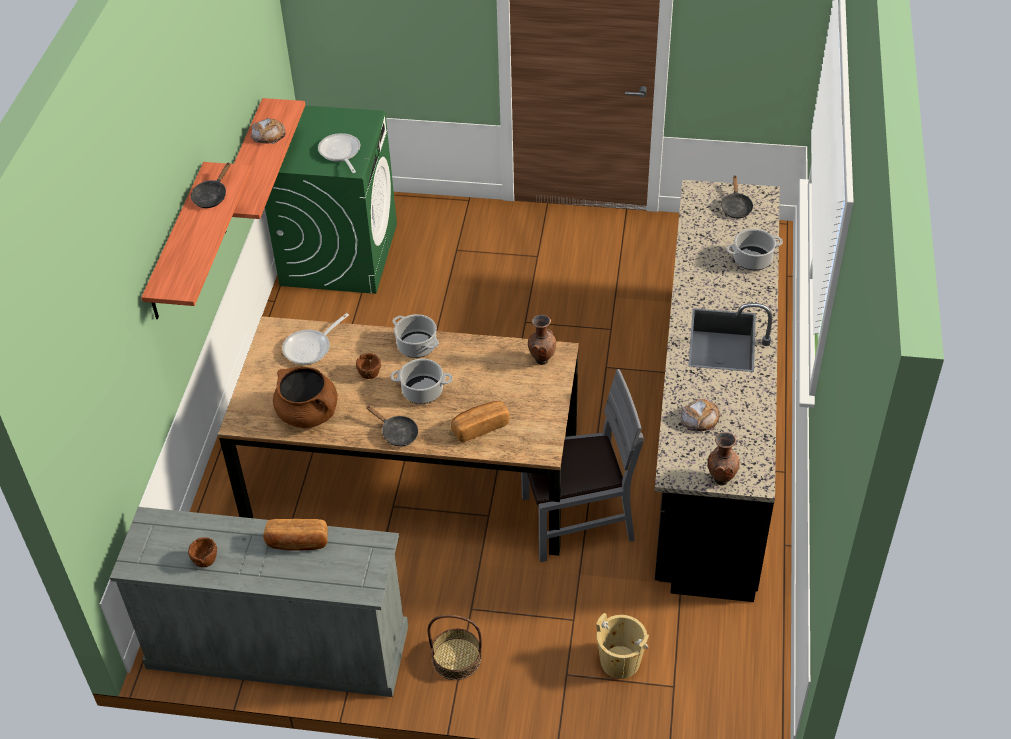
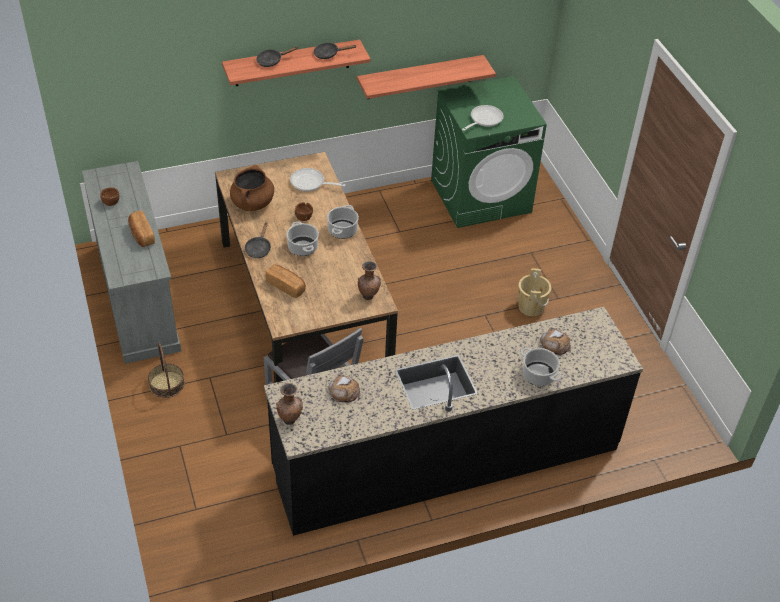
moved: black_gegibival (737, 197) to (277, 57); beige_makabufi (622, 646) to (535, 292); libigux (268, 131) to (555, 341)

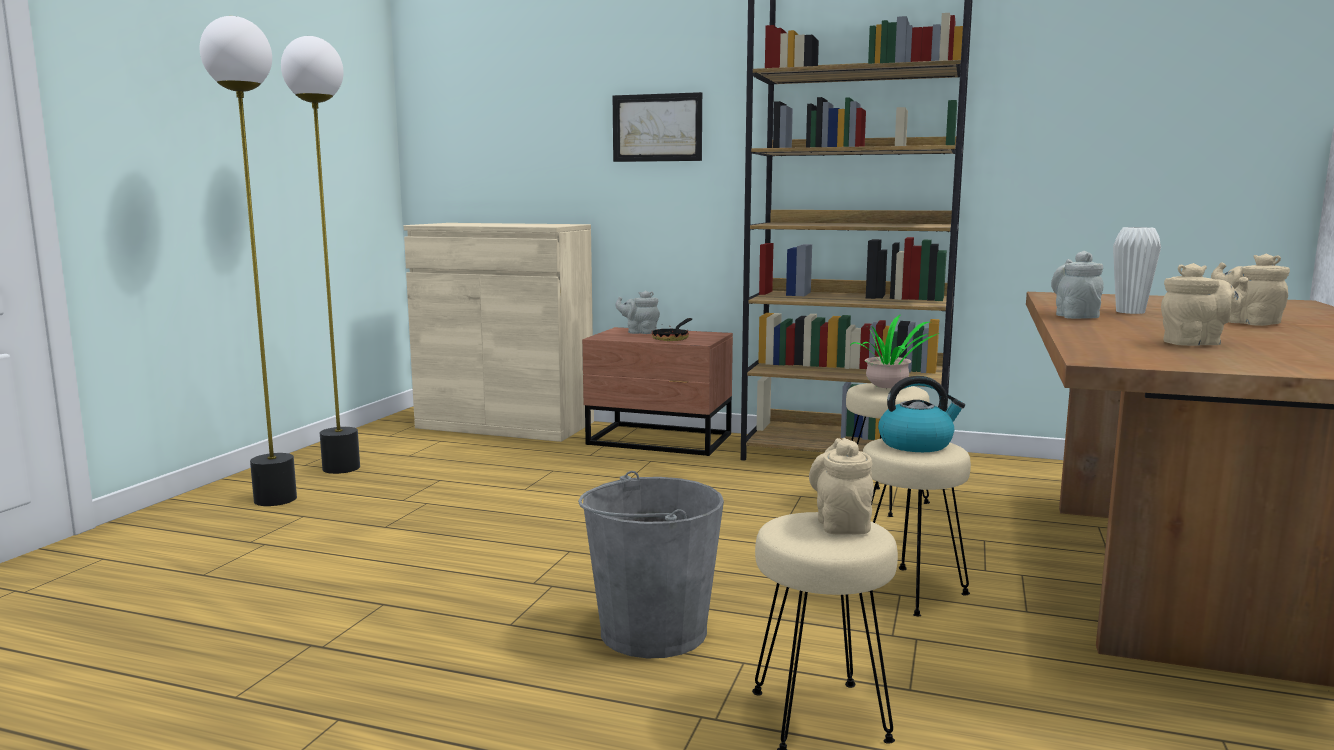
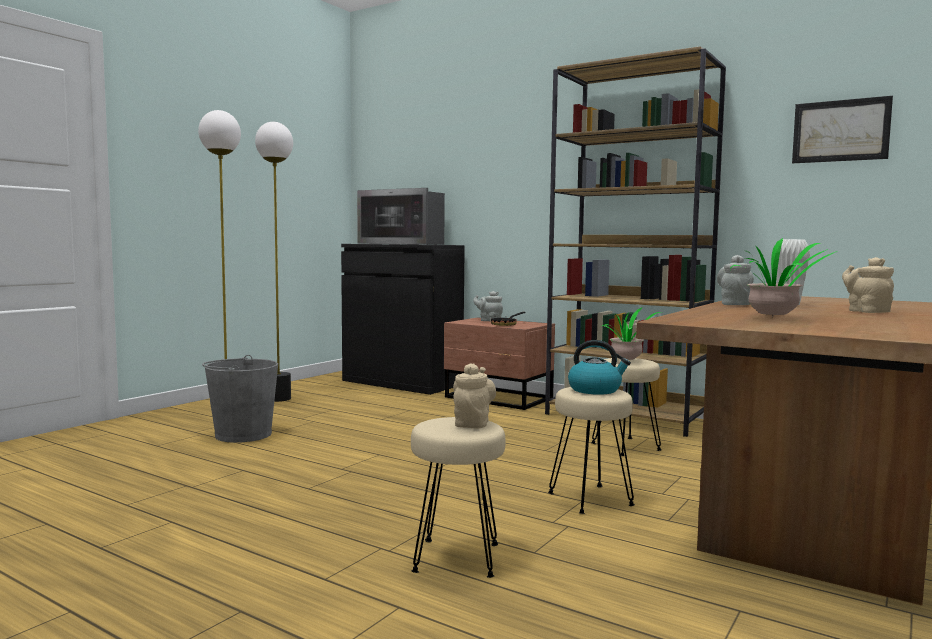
added: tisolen (401, 216)
moved: grey_makabufi (651, 564) to (240, 399); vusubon (657, 127) to (842, 129)
replaced: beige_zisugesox (1204, 304) to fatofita (783, 277)
recoloured: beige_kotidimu (499, 332) to black_kotidimu (403, 319)

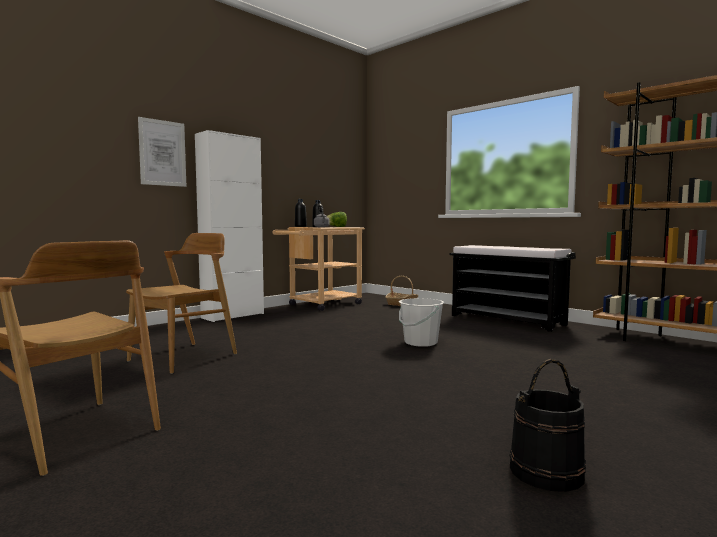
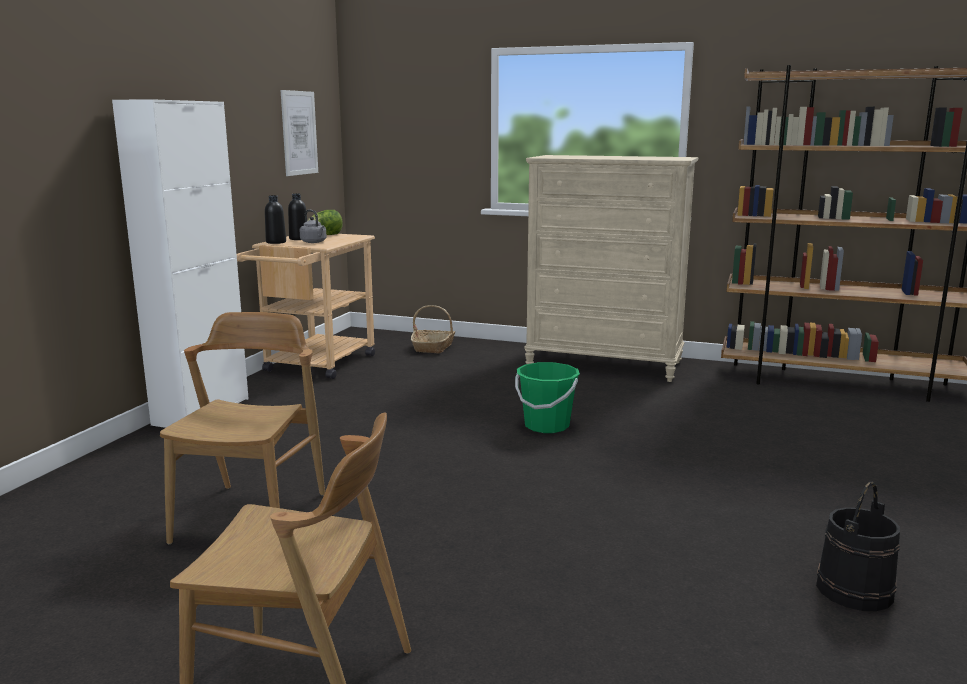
moved: vusubon (162, 152) to (299, 133)
replaced: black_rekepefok (512, 288) to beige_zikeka (611, 268)
recoloured: white_makabufi (422, 322) to green_makabufi (547, 397)

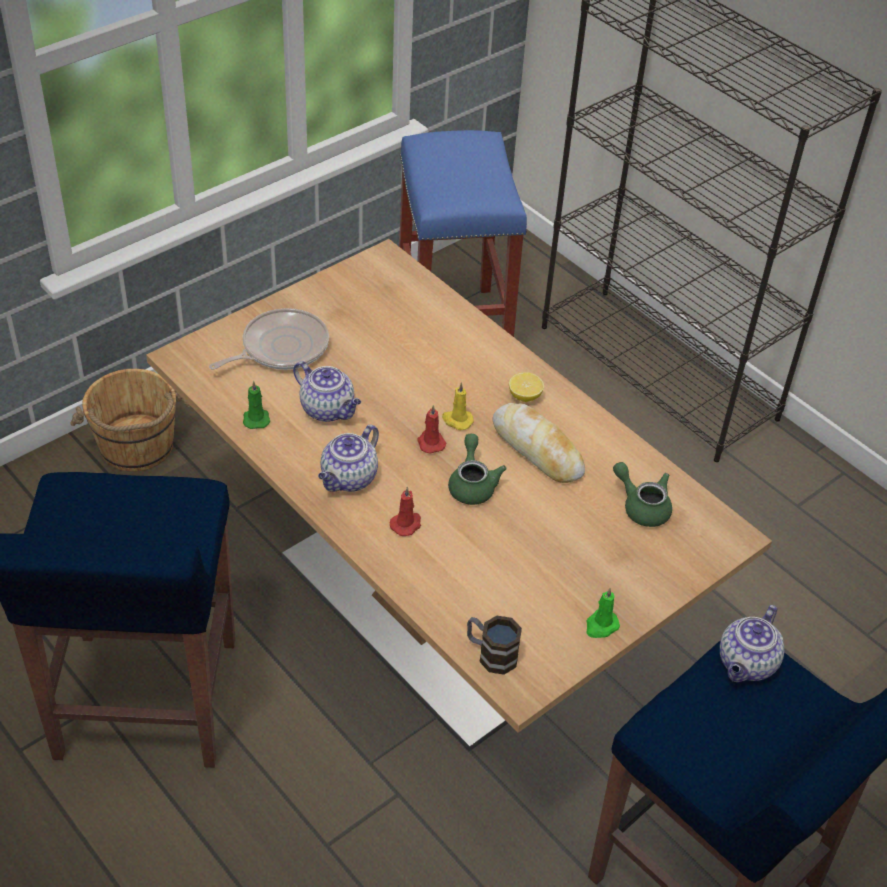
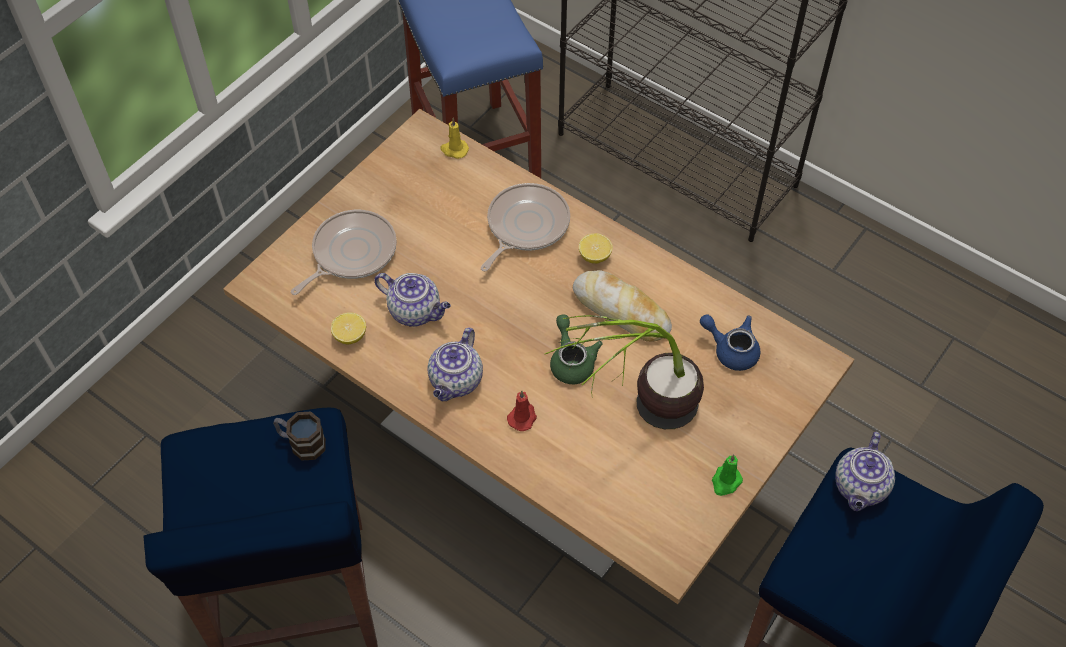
removed: brown_makabufi (130, 420); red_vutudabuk (432, 429)
added: gegibival (525, 227); fatofita (624, 372)
moved: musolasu (494, 645) to (299, 436); yellow_vutudabuk (458, 406) to (454, 138)
replaced: green_vutudabuk (256, 405) to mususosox (348, 328)
recoloured: green_zisugesox (642, 494) to blue_zisugesox (730, 343)

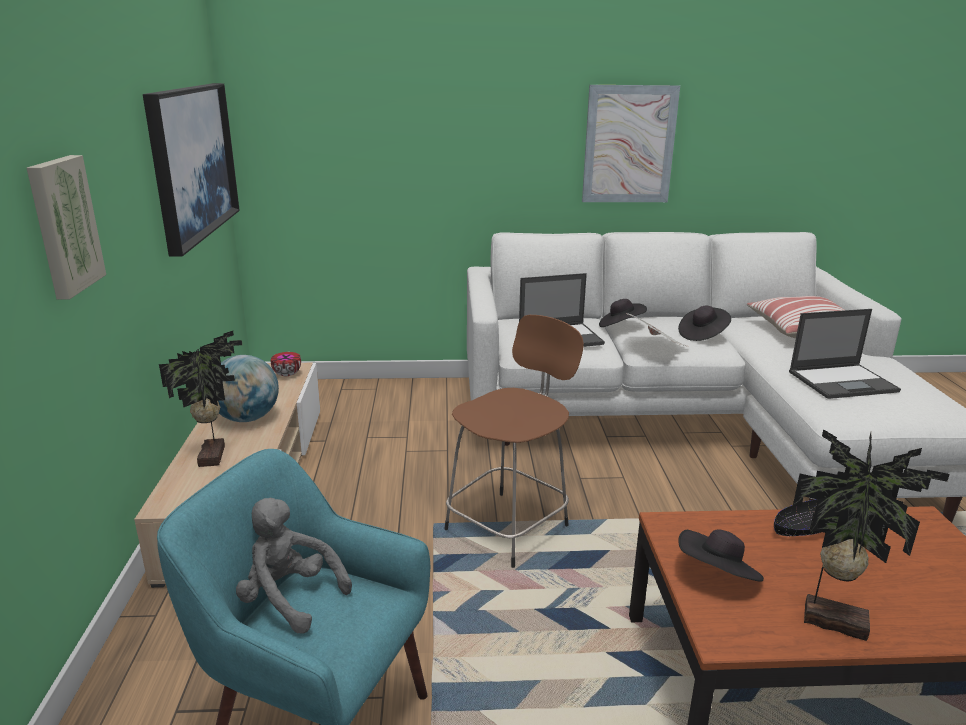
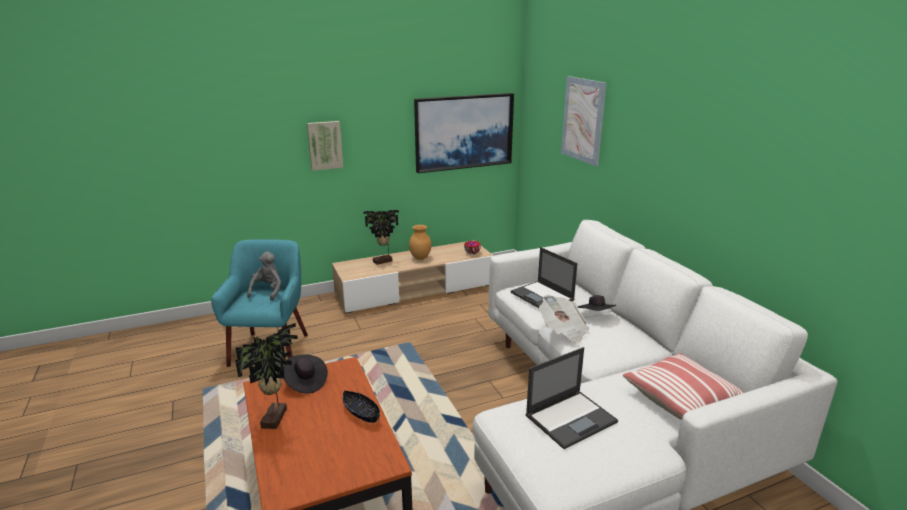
removed: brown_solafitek (514, 441); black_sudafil (704, 323)
moved: vusubon (631, 143) to (583, 121)
replaced: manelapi (248, 388) to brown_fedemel (420, 242)
turned: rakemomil (845, 354) = (572, 398) 90 degrees counterclockwise

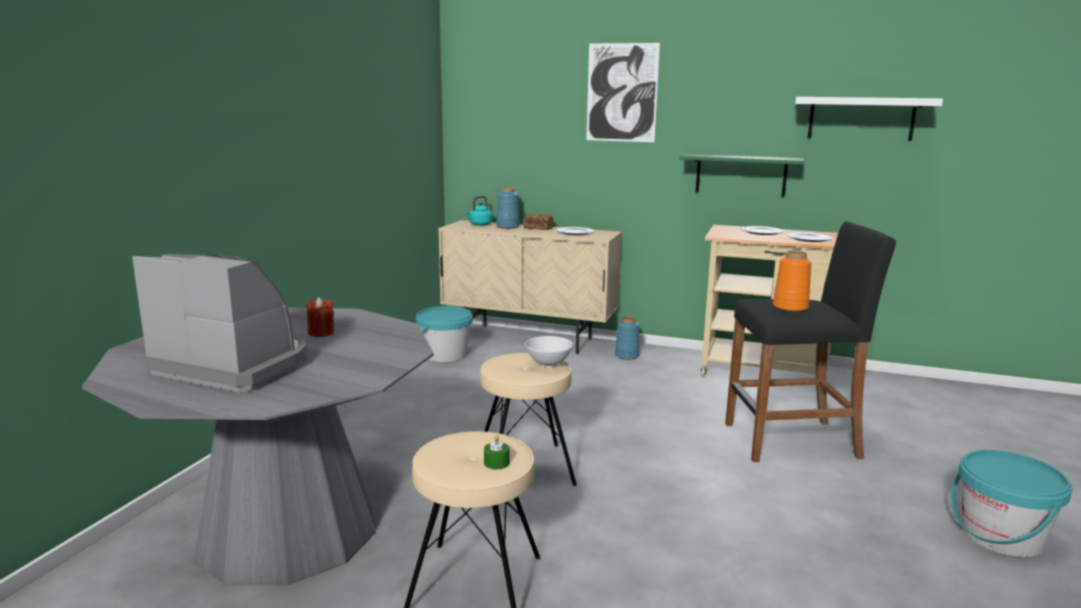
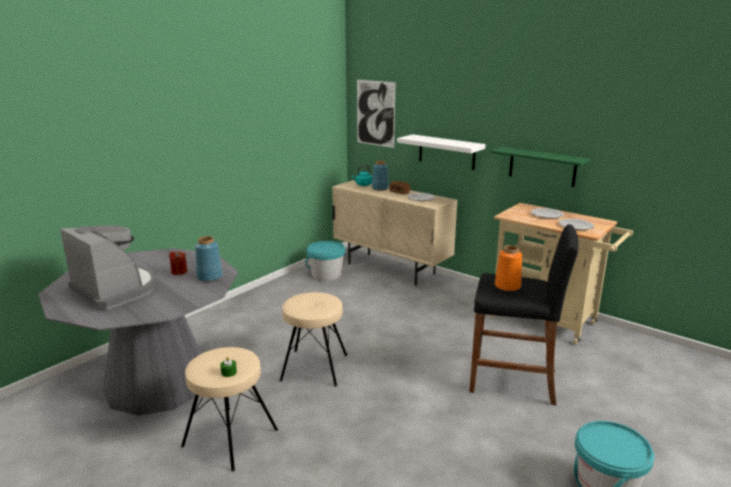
removed: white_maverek (549, 351)
moved: blue_fedemel (627, 338) to (209, 259); vusubon (623, 92) to (376, 114); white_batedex (869, 119) to (441, 152)

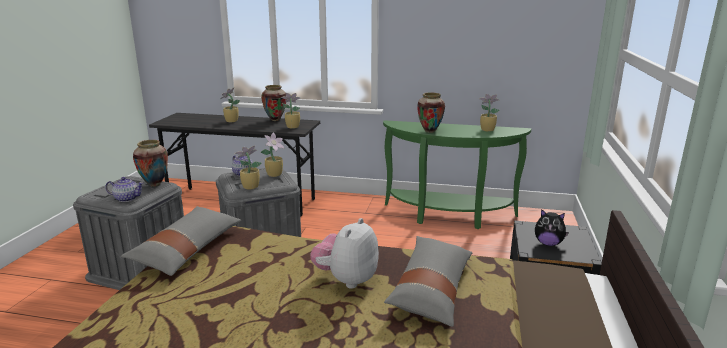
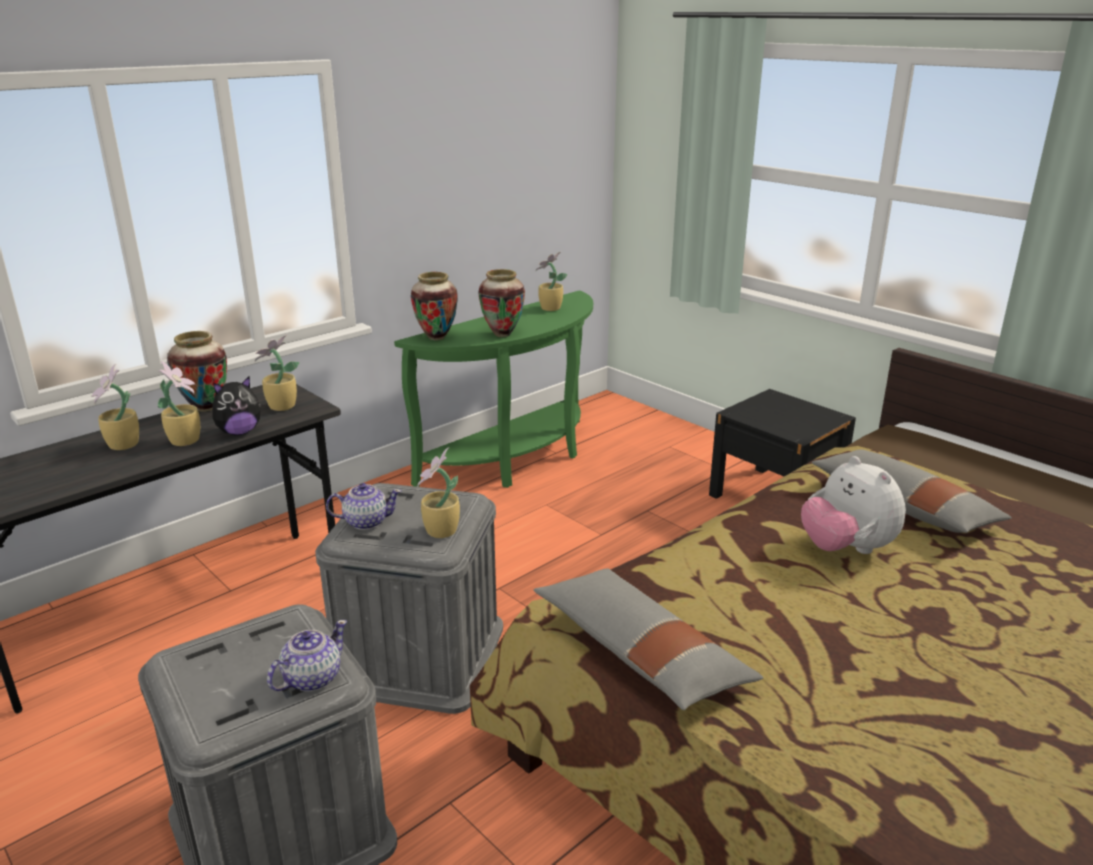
moved: fatofita (272, 154) to (179, 403); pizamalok (552, 227) to (237, 406); fedemel (150, 163) to (434, 306)

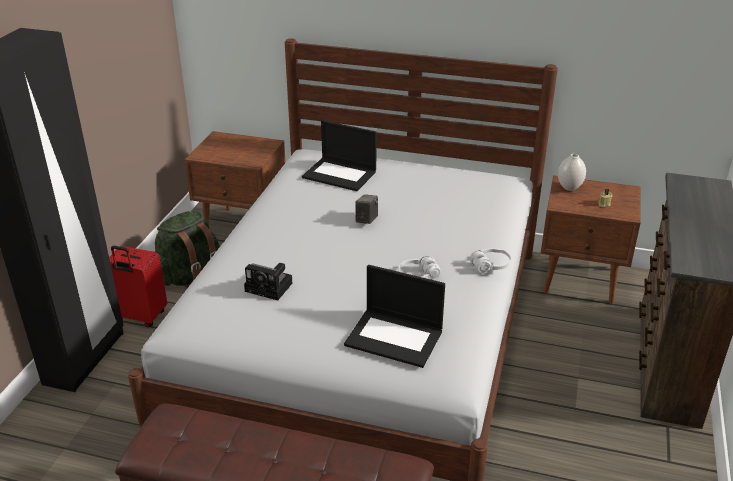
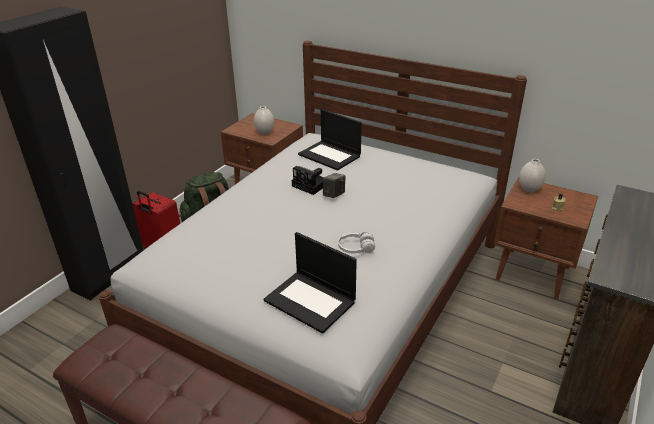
removed: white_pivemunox (490, 260)
added: white_fedemel (264, 120)
moved: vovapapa (268, 281) to (307, 180)

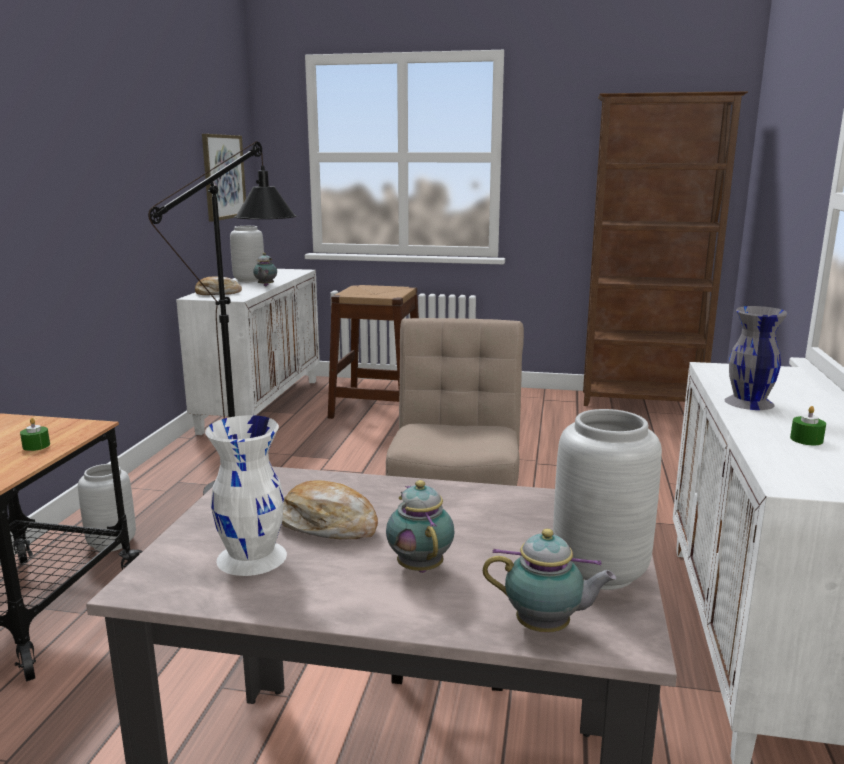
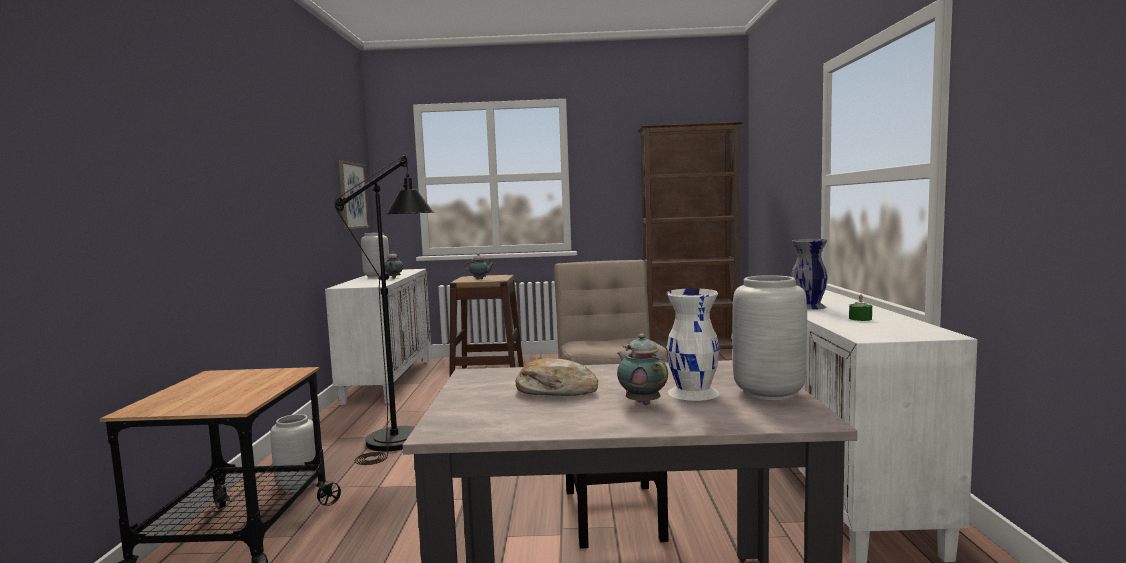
removed: green_vutudabuk (35, 434); libigux (218, 285)
moved: zisugesox (550, 580) to (479, 267); white_fedemel (246, 495) to (693, 344)

